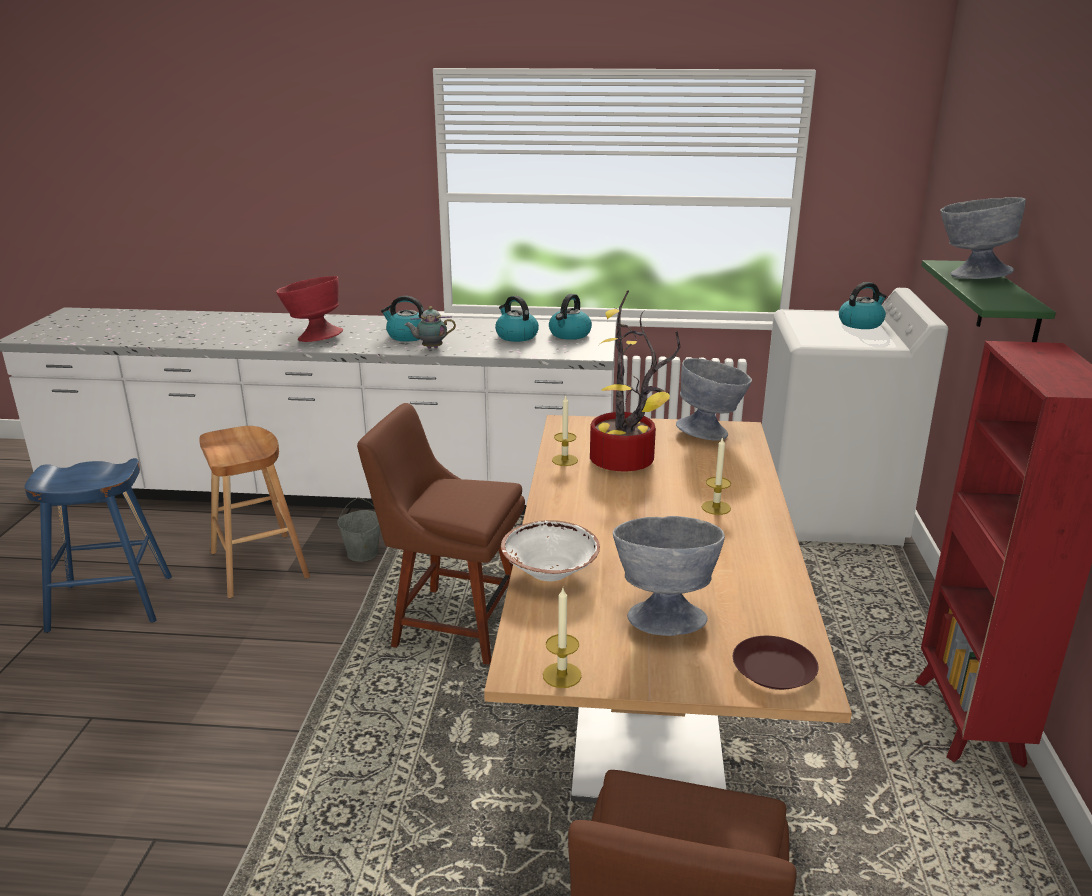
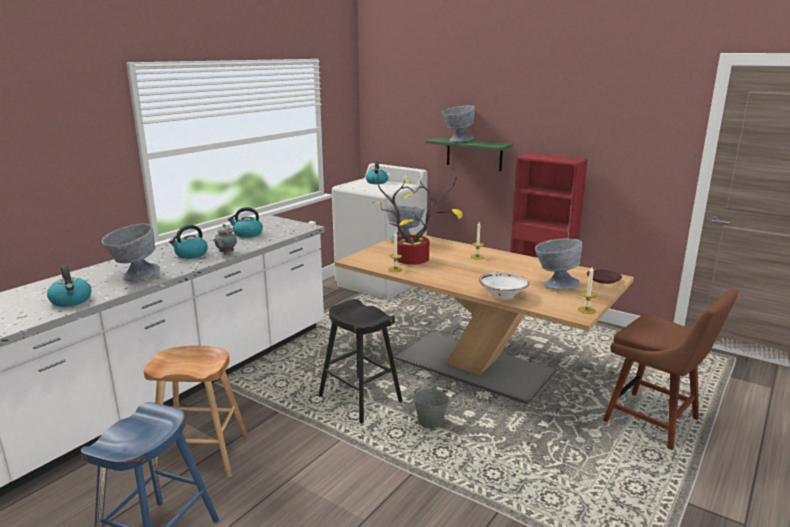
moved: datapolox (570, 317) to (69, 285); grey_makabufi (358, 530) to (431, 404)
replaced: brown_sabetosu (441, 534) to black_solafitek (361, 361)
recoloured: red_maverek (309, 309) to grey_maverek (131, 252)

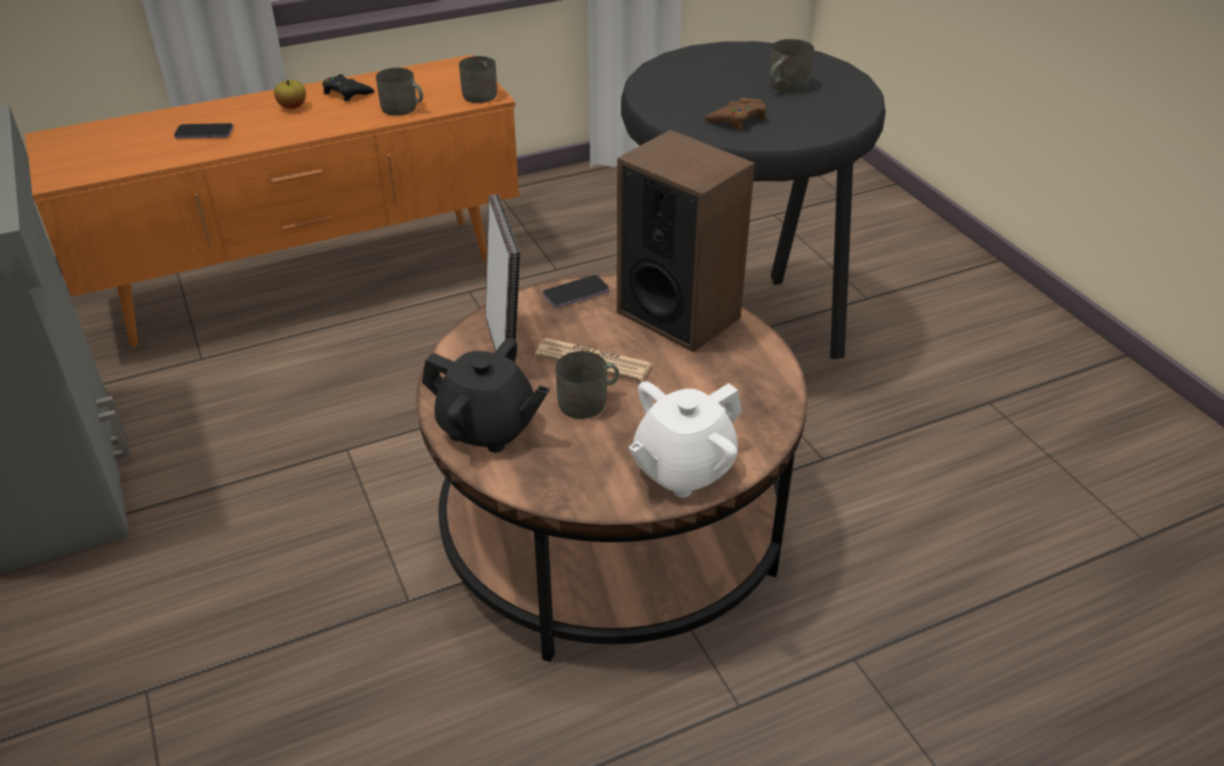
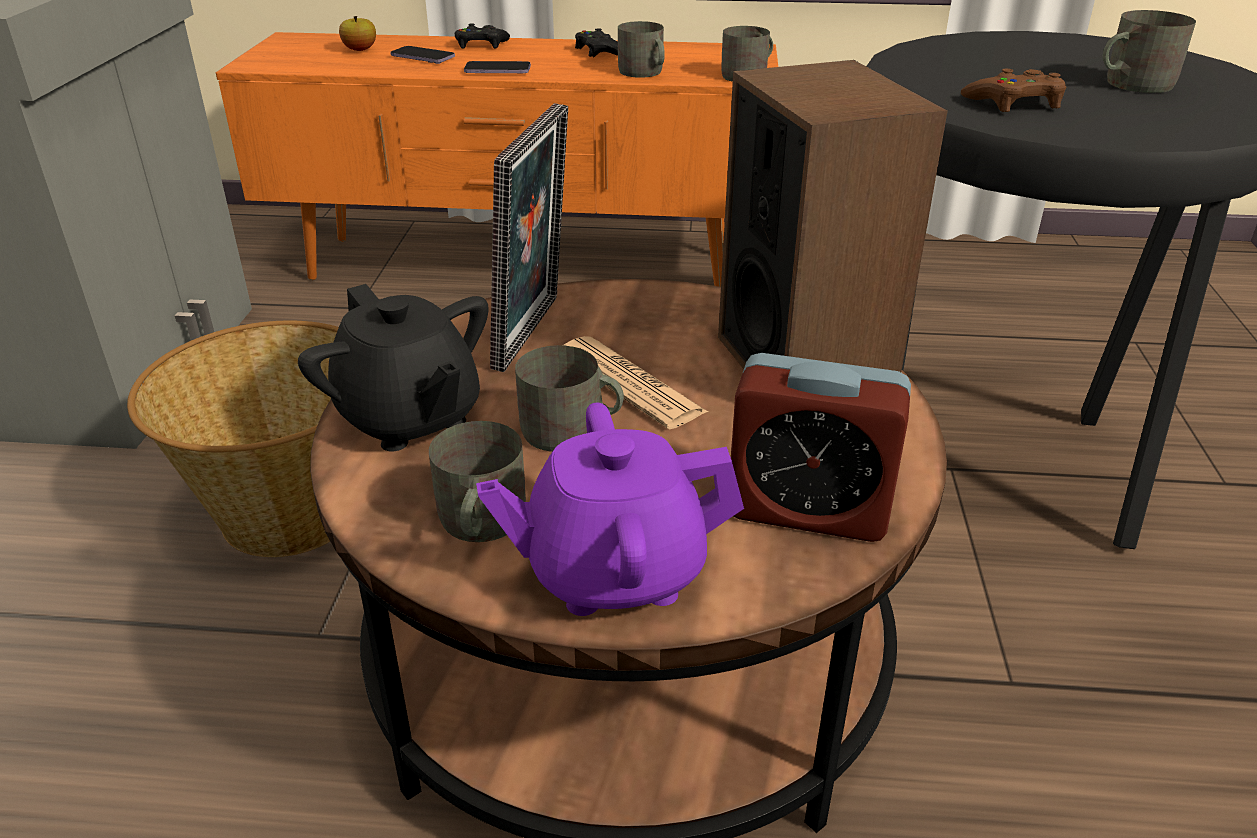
added: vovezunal (233, 439); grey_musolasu (477, 481); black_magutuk (482, 36); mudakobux (821, 447)
moved: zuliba (290, 94) to (357, 33); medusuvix (576, 291) to (497, 67)
recoloured: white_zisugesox (685, 439) to purple_zisugesox (610, 509)

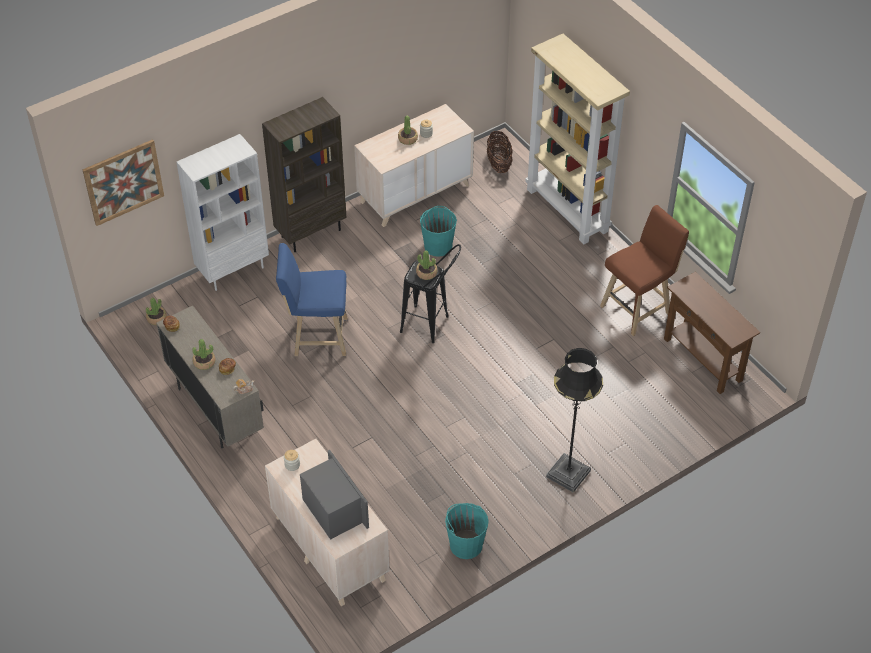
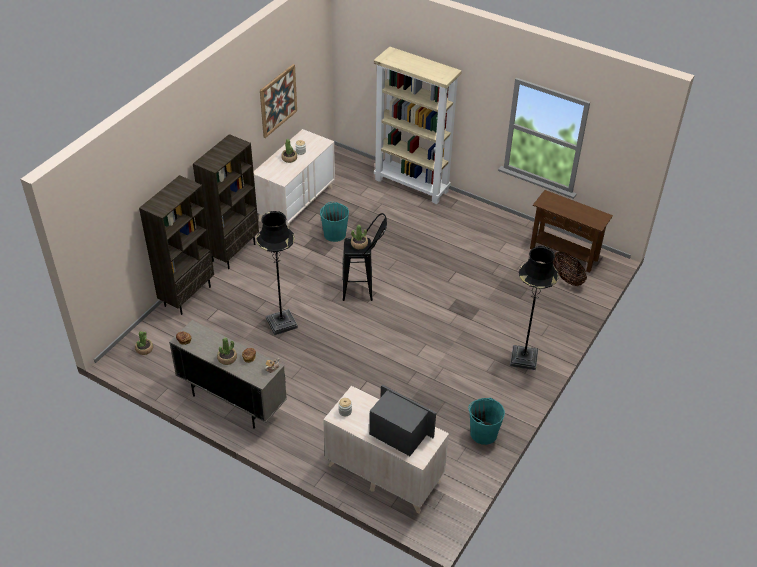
removed: brown_solafitek (644, 270)
moved: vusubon (123, 182) to (278, 101); vovezunal (500, 152) to (570, 268)
replaced: blue_solafitek (312, 299) to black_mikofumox (277, 273)
recoloured: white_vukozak (222, 212) to brown_vukozak (176, 245)

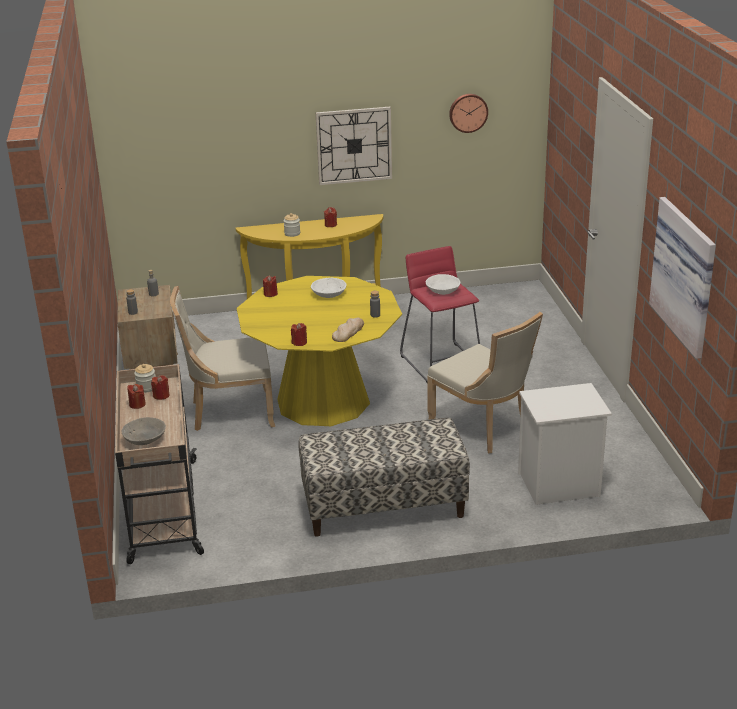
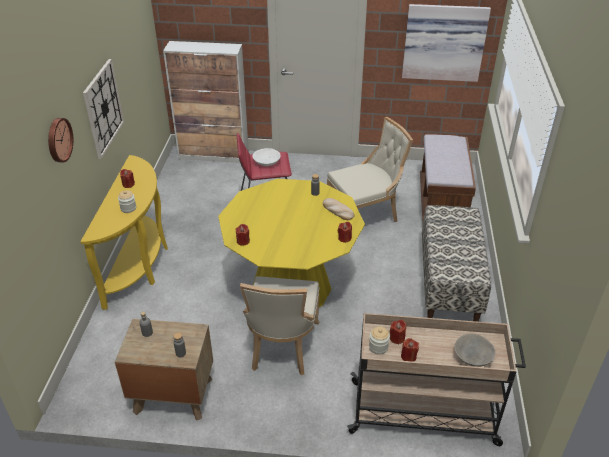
removed: white_maverek (328, 288)
added: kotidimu (206, 102)
moved: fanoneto (468, 113) to (60, 140)
replaced: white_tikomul (565, 444) to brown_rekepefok (448, 178)

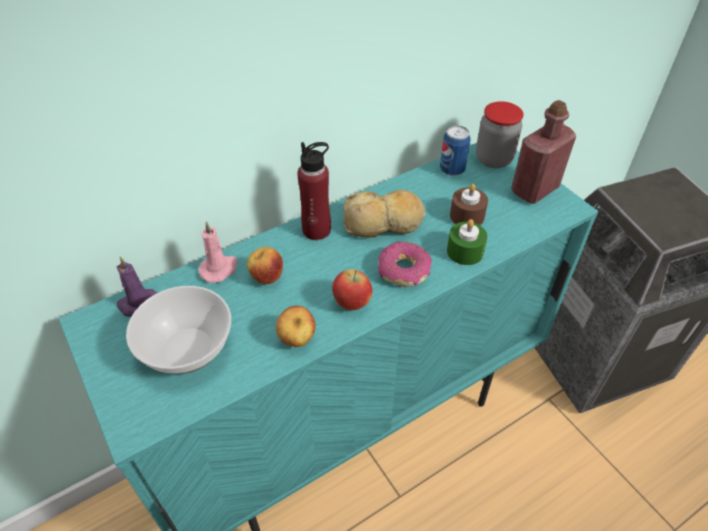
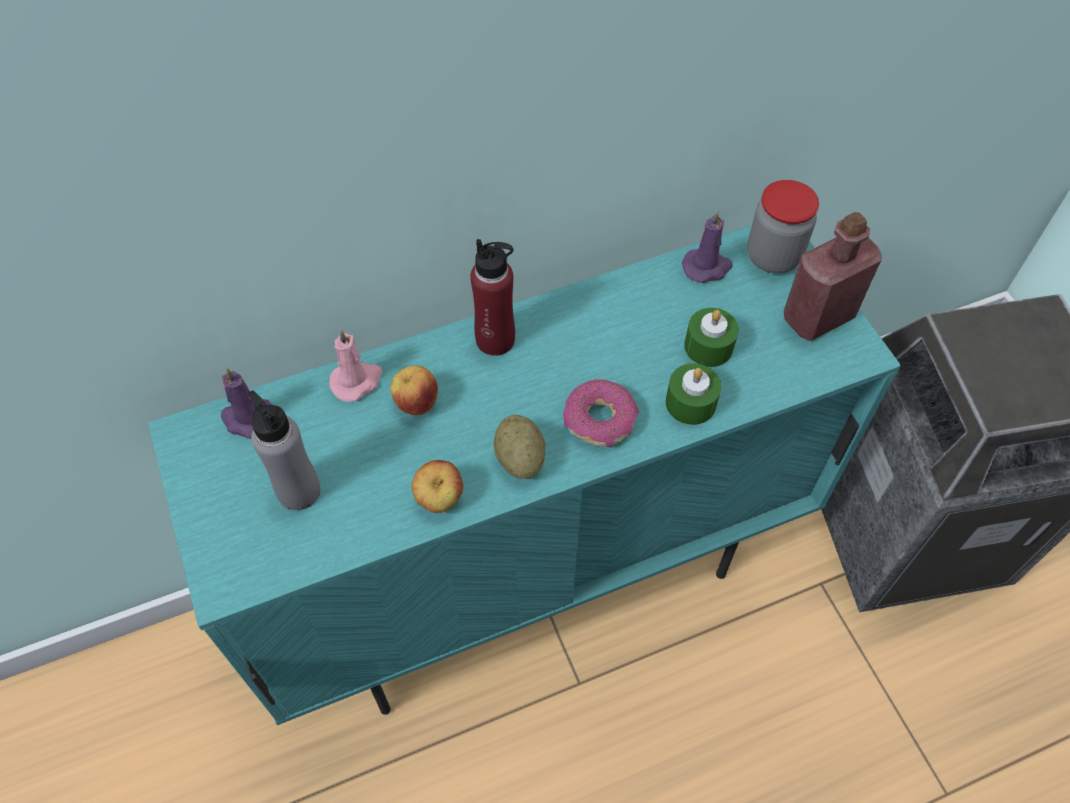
removed: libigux (384, 214)
replaced: maverek (178, 330) to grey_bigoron (284, 450); zuliba (352, 289) to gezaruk (519, 447); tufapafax (455, 150) to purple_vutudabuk (707, 246)
recoloured: brown_vutudabuk (469, 204) to green_vutudabuk (711, 337)

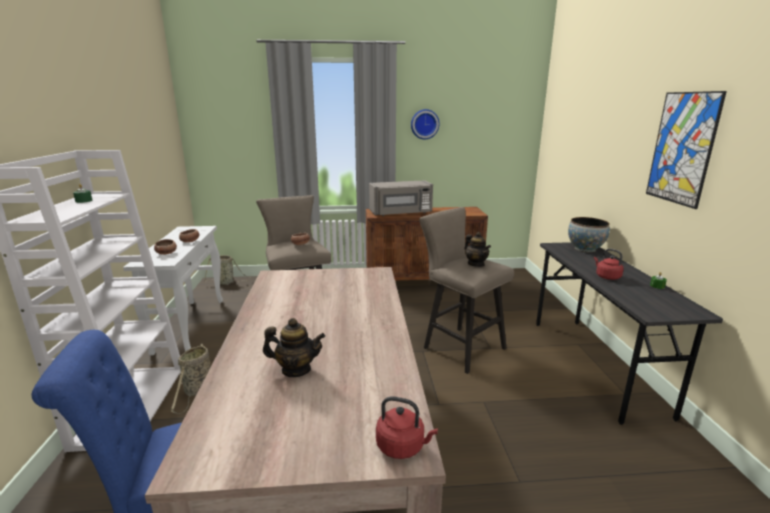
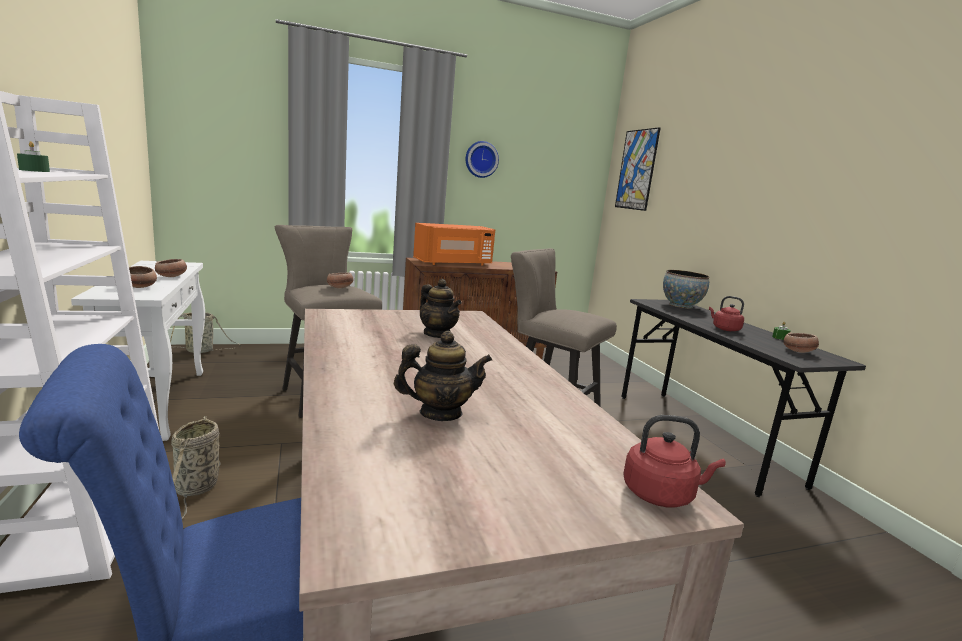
added: maverek (801, 343)
moved: zisugesox (478, 249) to (441, 308); vusubon (686, 150) to (637, 169)
recoloured: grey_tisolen (401, 198) to orange_tisolen (454, 244)

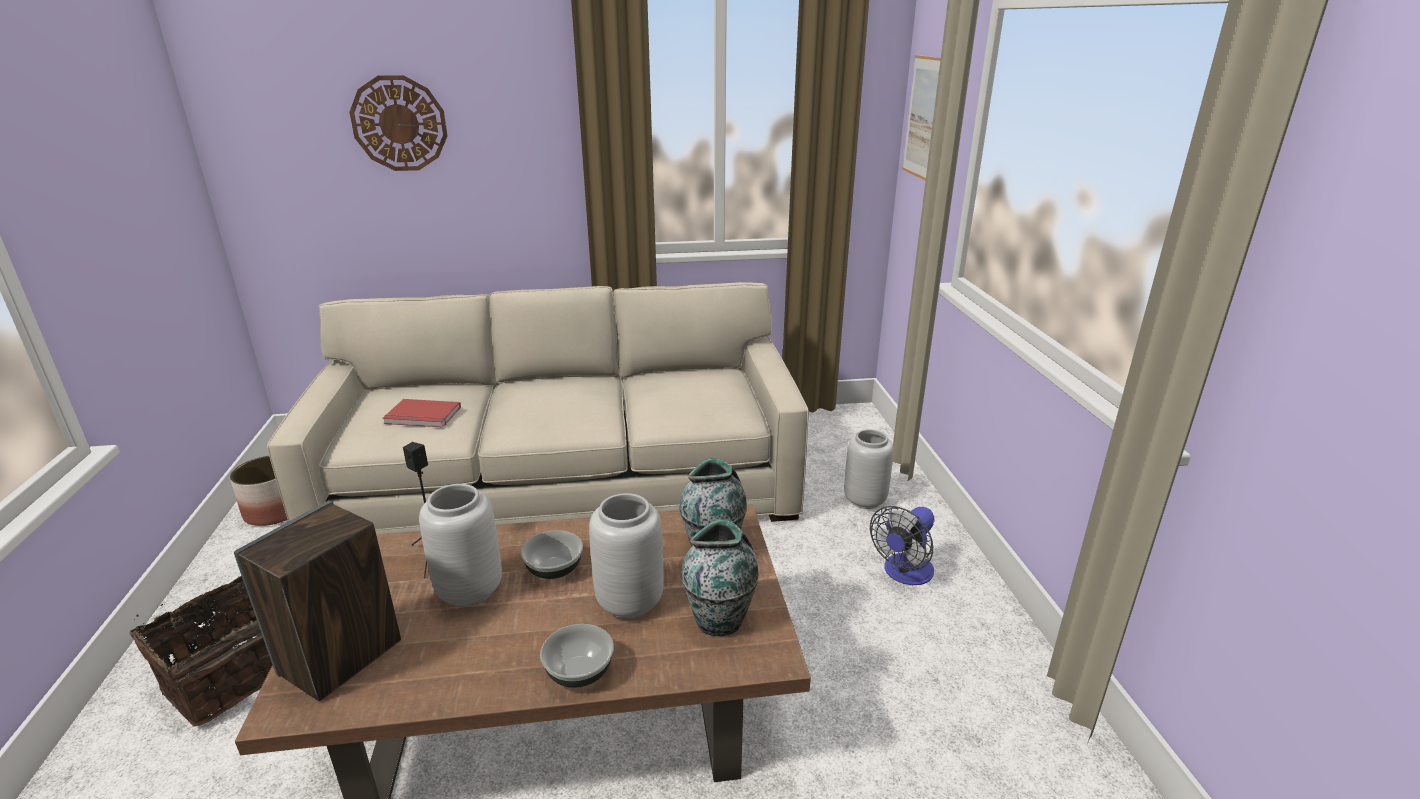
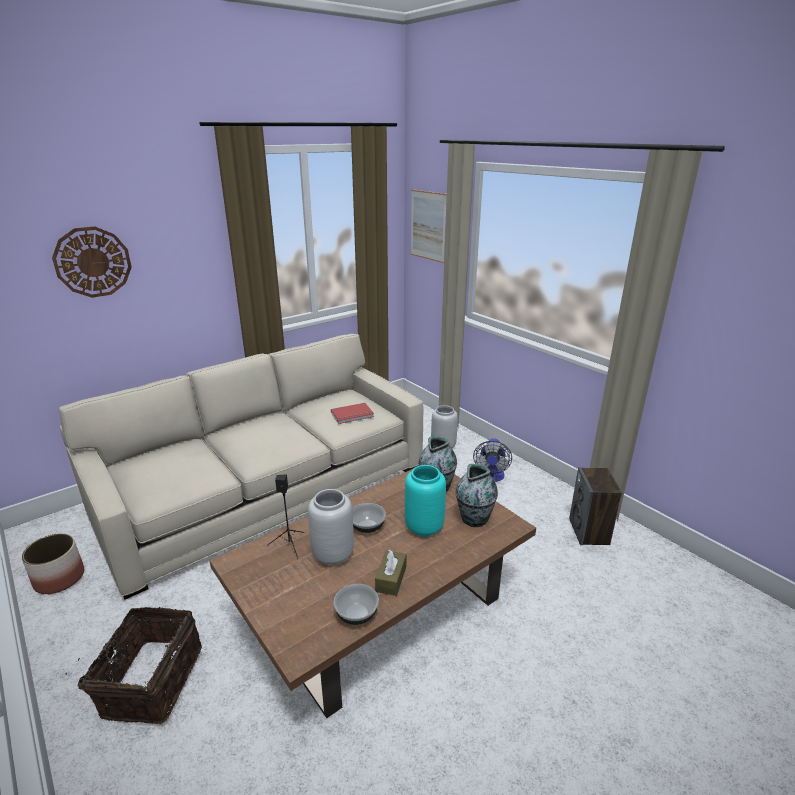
added: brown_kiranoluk (391, 572)
moved: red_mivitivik (422, 413) to (352, 413); maverek (577, 656) to (356, 604); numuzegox (317, 601) to (595, 506)
recoloured: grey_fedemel (626, 556) to turquoise_fedemel (425, 501)

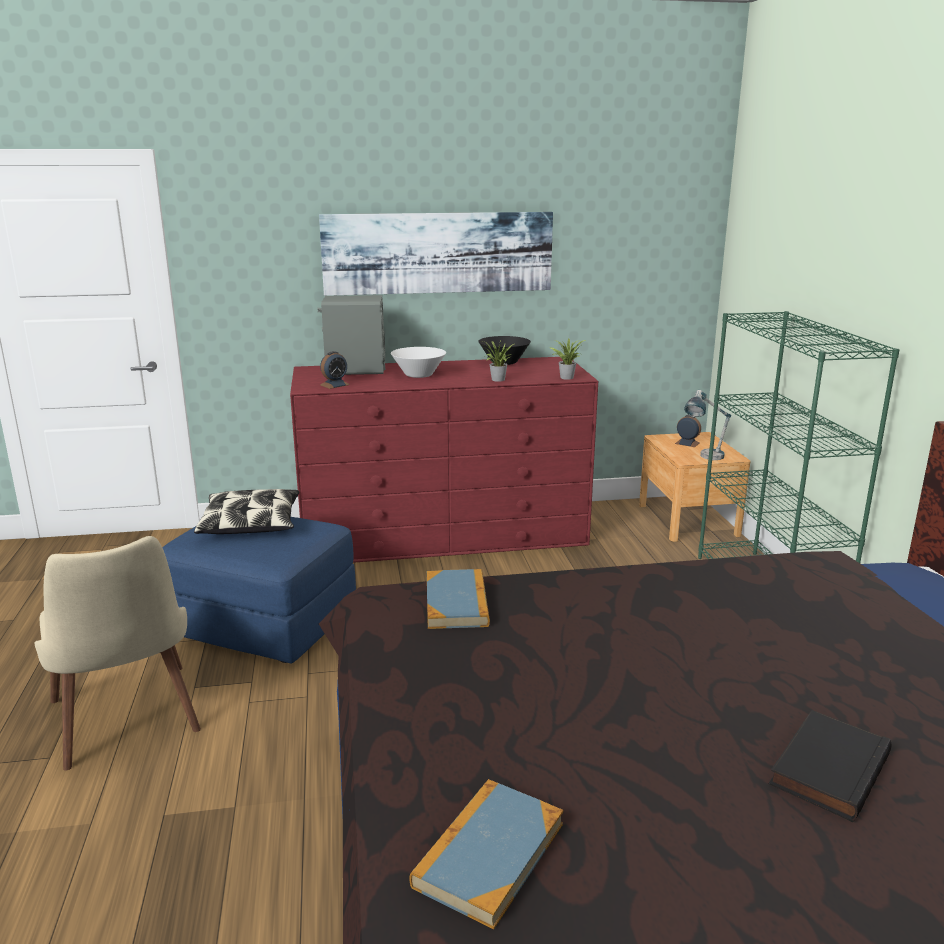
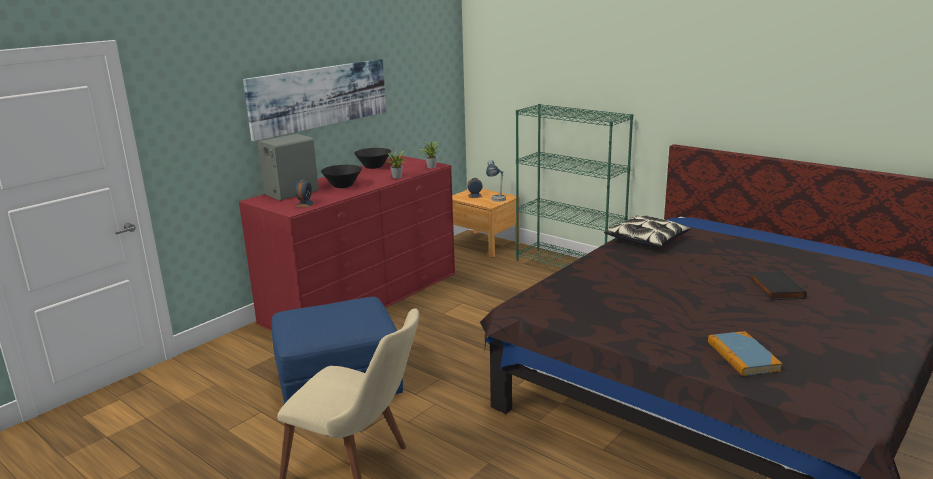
removed: mivitivik (458, 599)
moved: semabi (246, 511) to (647, 231)
recoloured: white_maverek (418, 362) to black_maverek (341, 176)

